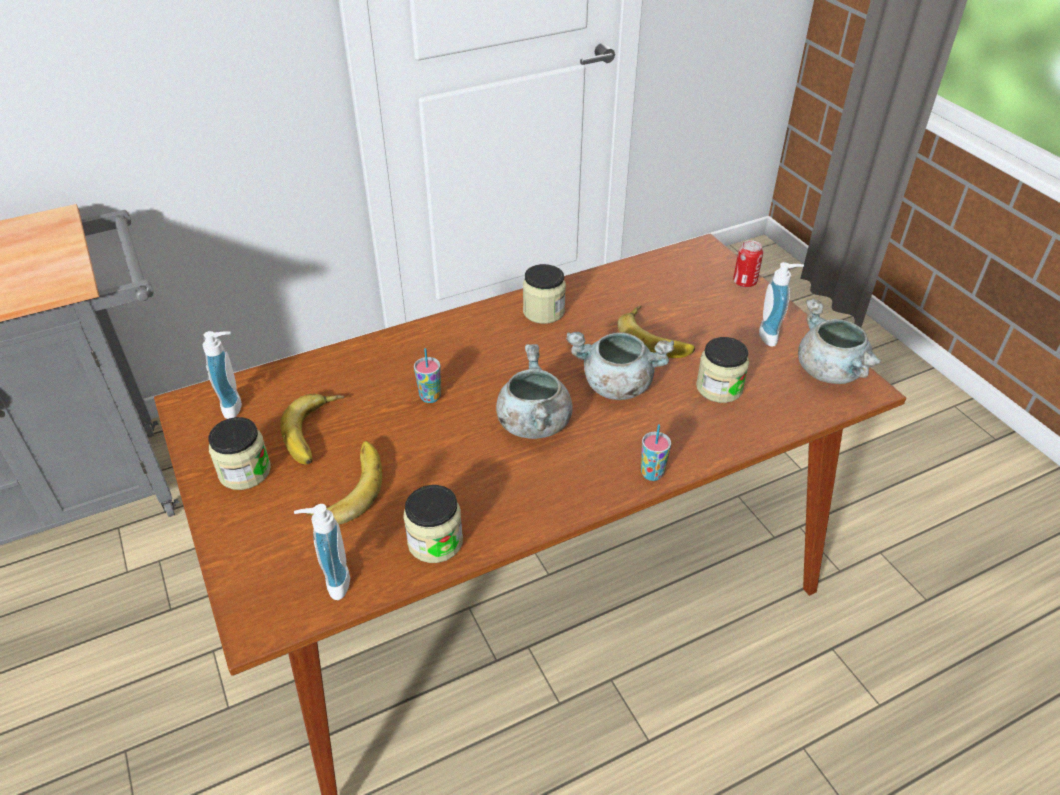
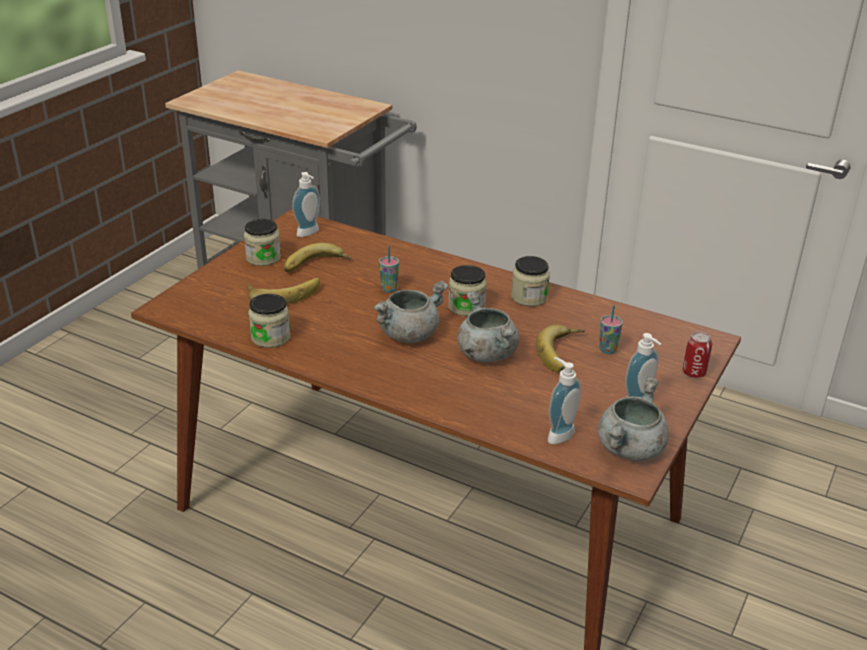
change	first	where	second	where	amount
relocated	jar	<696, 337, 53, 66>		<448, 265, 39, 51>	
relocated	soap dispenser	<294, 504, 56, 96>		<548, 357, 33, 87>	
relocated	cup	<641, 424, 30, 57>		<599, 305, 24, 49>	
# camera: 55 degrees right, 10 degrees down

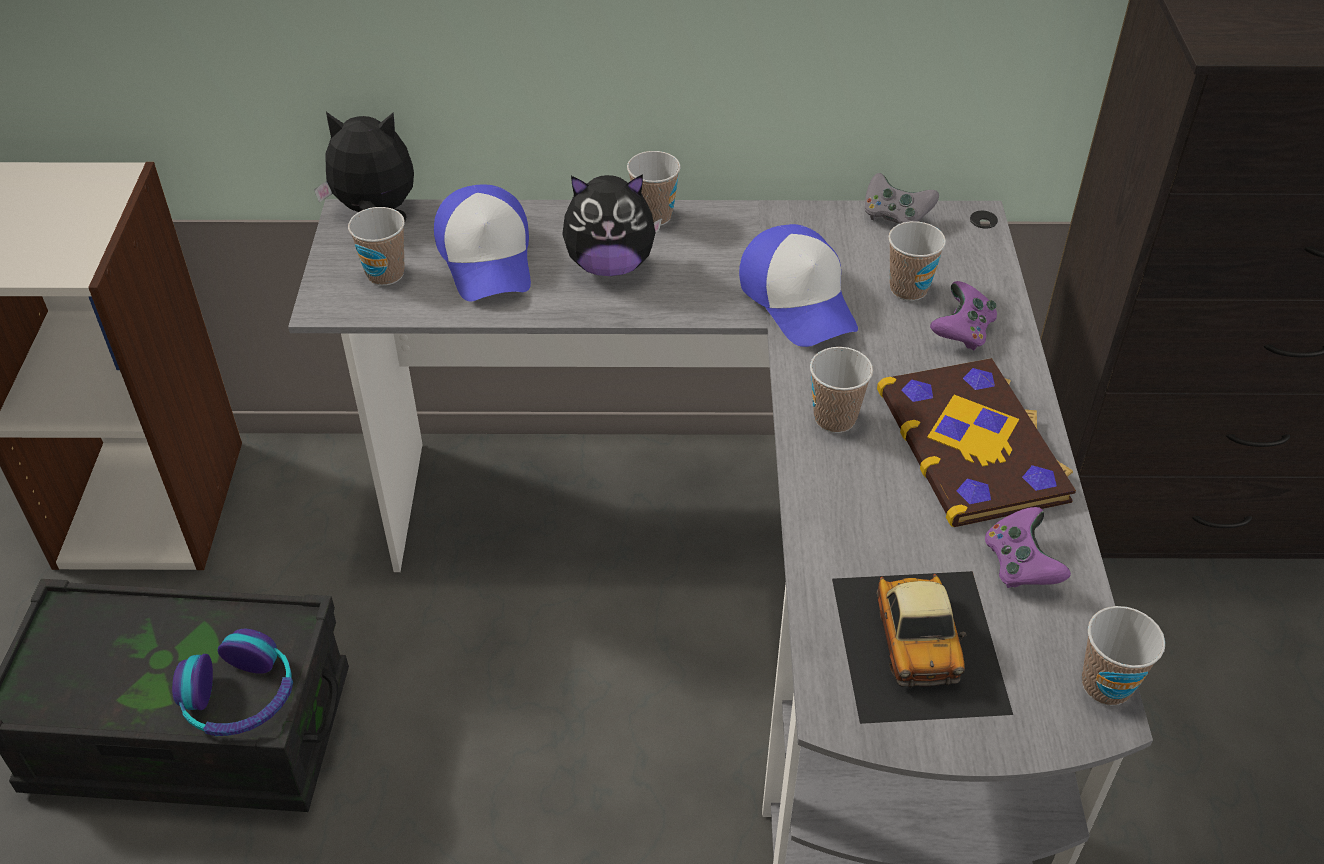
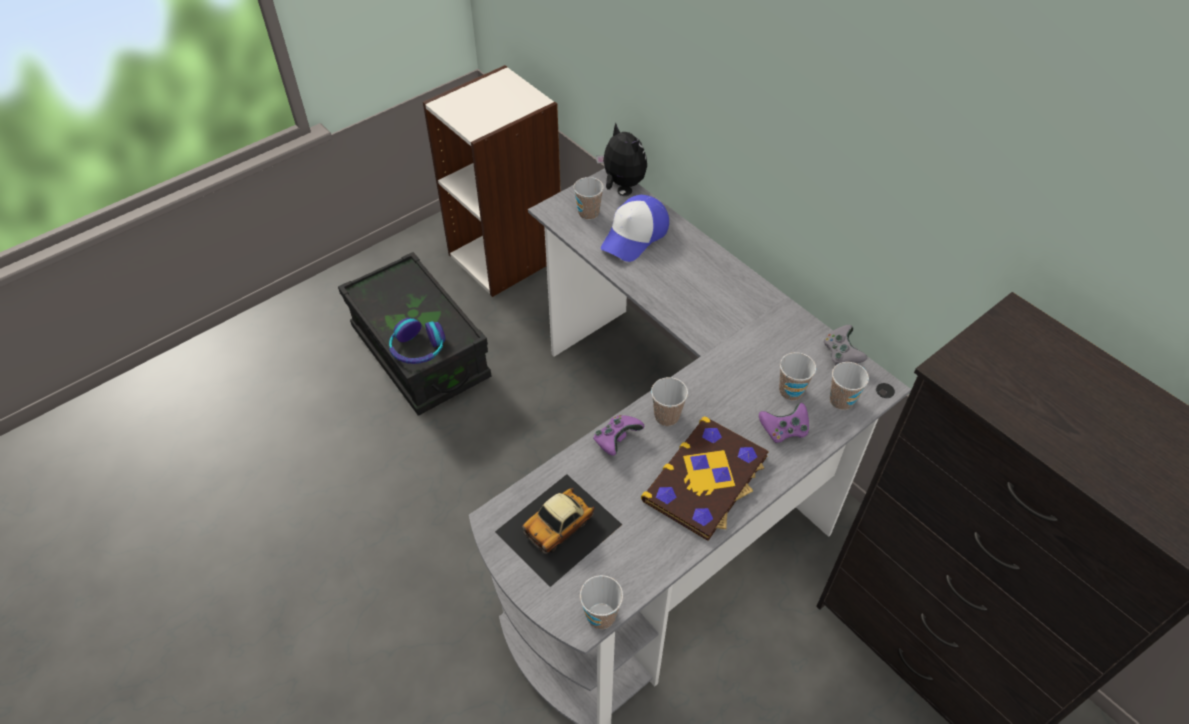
change	first	where	second	where	amount
relocated	game controller in purple	<985, 507, 86, 81>		<593, 415, 51, 41>	
relocated	cup	<627, 151, 54, 75>		<830, 362, 39, 48>	
missing	plush toy	<562, 174, 100, 102>			
missing	cap	<739, 224, 119, 123>			
# camera: 50 degrees right, 5 degrees up

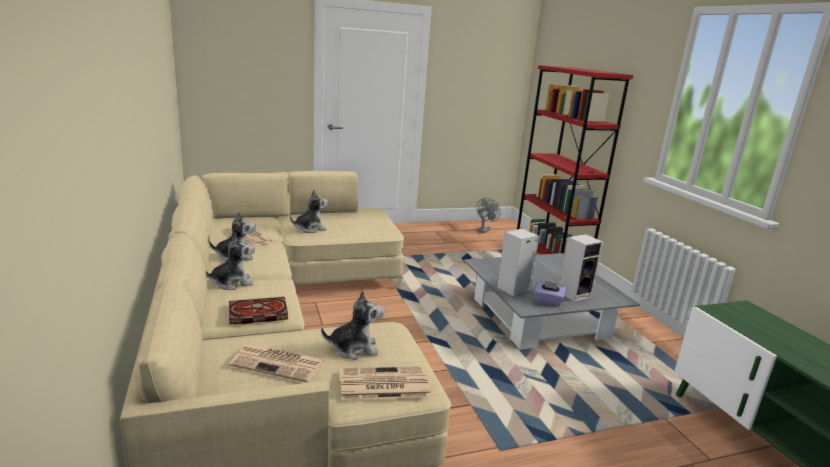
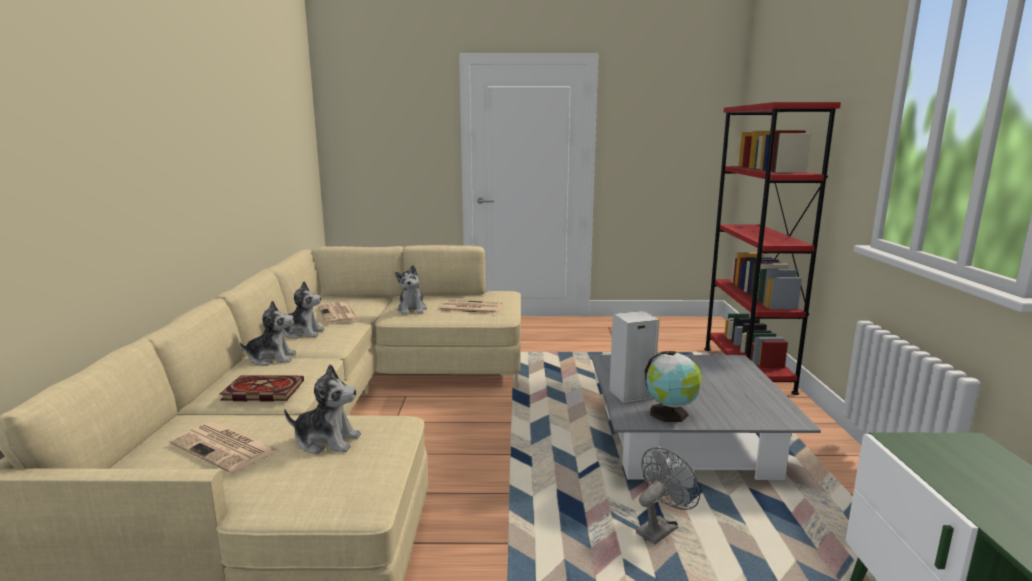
change	first	where	second	where	amount
spun	plush toy	<290, 190, 38, 43>		<395, 265, 32, 50>	90 degrees clockwise
relocated	newspaper	<341, 366, 89, 34>		<439, 300, 63, 14>	
relocated	fan in grey	<476, 198, 25, 35>		<636, 447, 64, 97>	
exchanged	tissue box in purple	<534, 281, 33, 25>	globe	<645, 351, 57, 71>	
missing	speaker	<560, 234, 43, 68>			
# camera: 20 degrees right, 5 degrees down

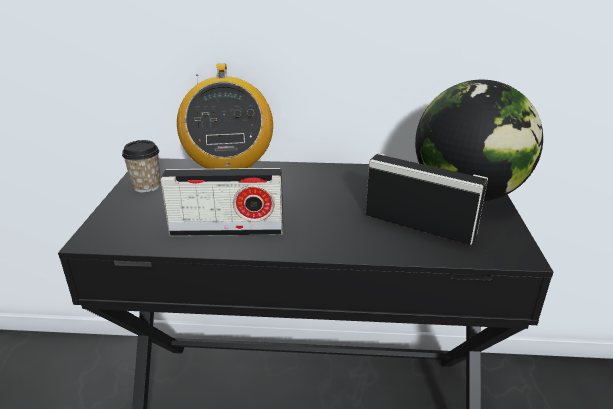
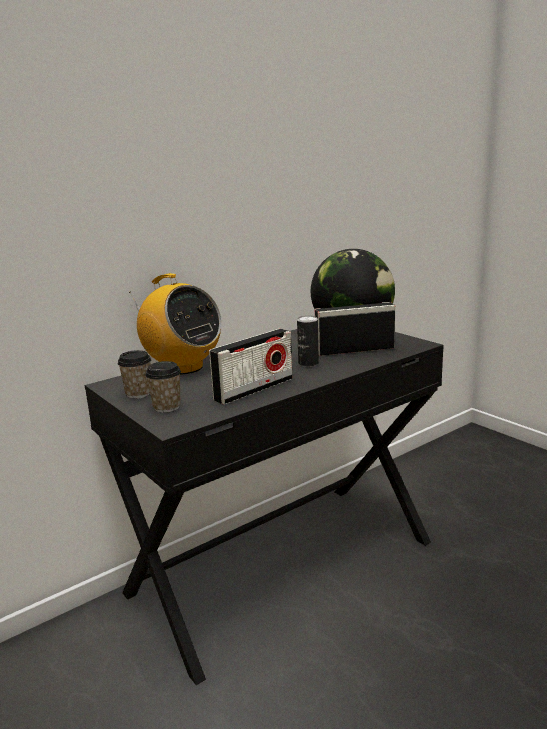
change	first	where	second	where	amount
appeared			cup	<145, 361, 36, 52>	
appeared			can	<297, 315, 22, 52>	
# camera: 40 degrees left, 10 degrees down

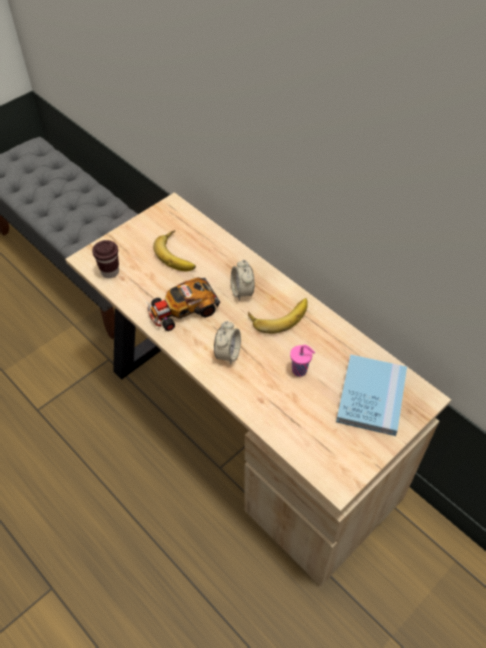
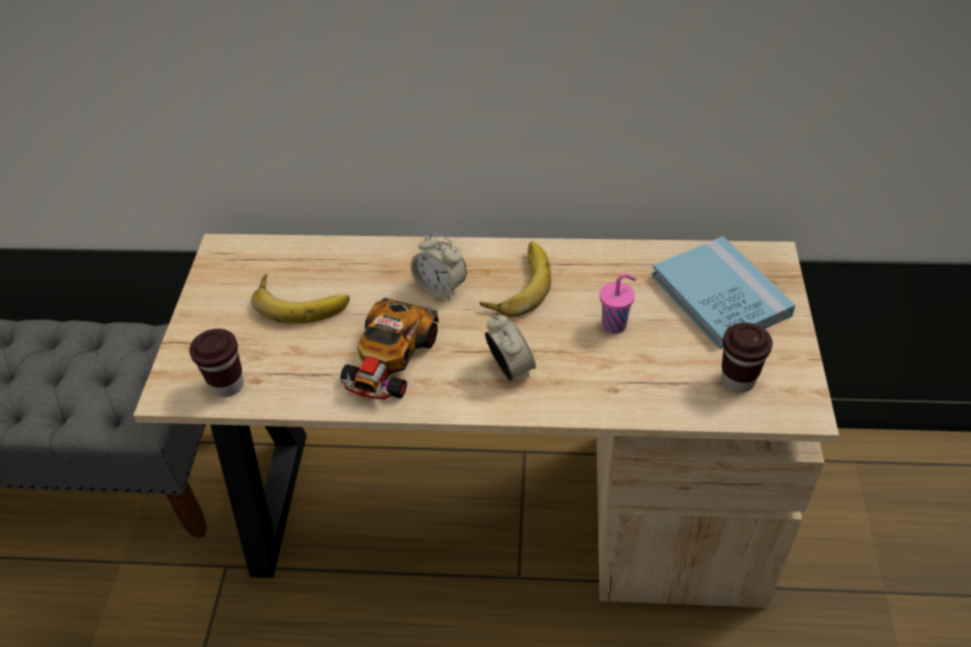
change	first	where	second	where	amount
appeared			cup in brown	<721, 323, 52, 70>	
# camera: 40 degrees left, 5 degrees down

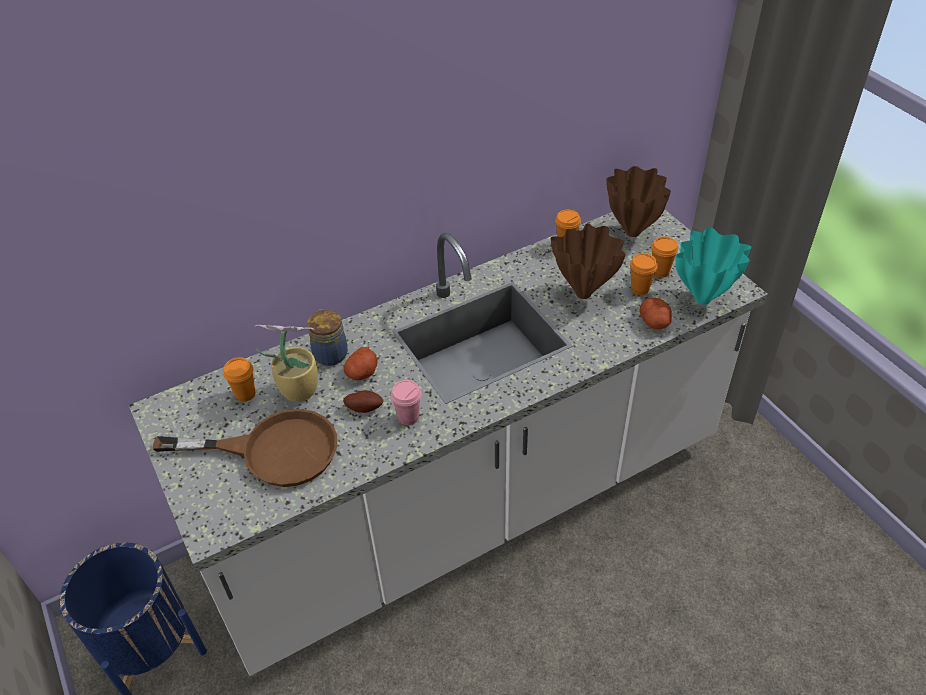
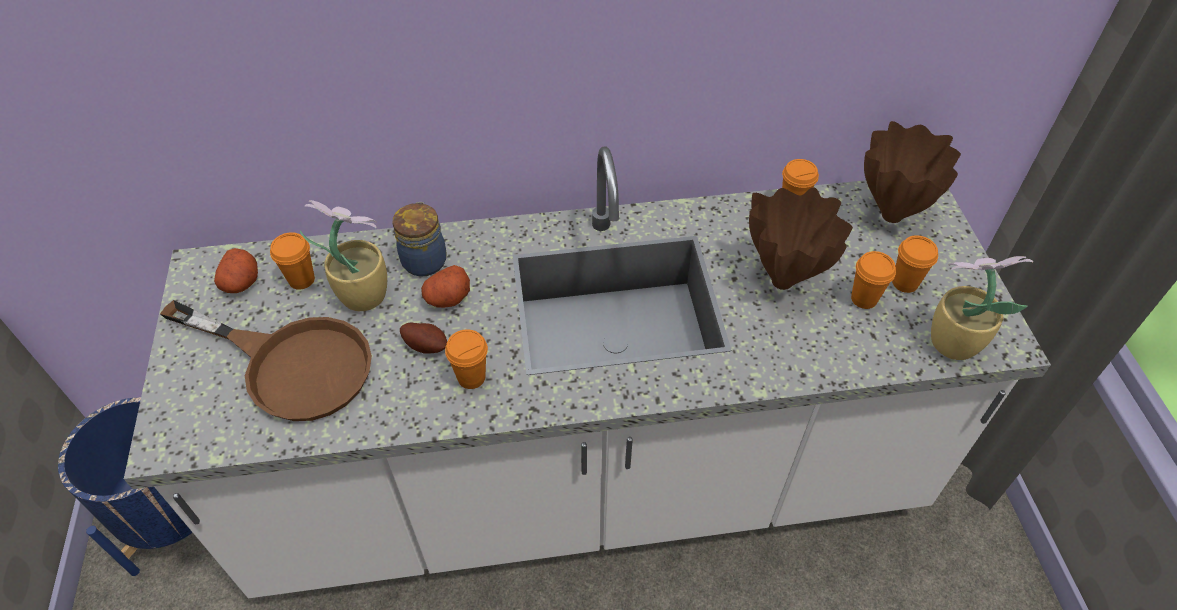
change	first	where	second	where	amount
relocated	potato	<640, 298, 32, 32>		<214, 248, 44, 45>	
colour	cup in pink	<391, 380, 31, 45>	cup in orange	<445, 329, 43, 60>	
exchanged	vase in turquoise	<675, 227, 76, 78>	potted plant	<931, 256, 102, 104>	
# camera: 20 degrees right, 5 degrees up

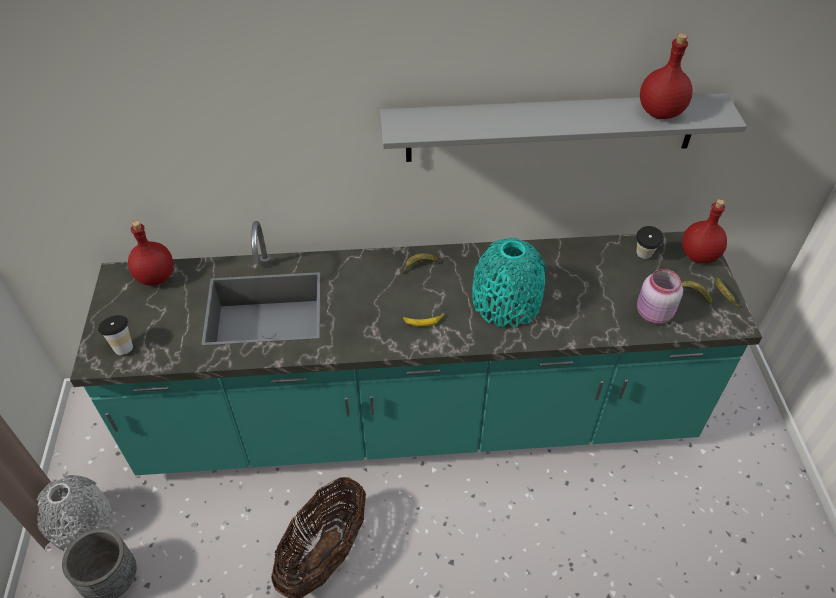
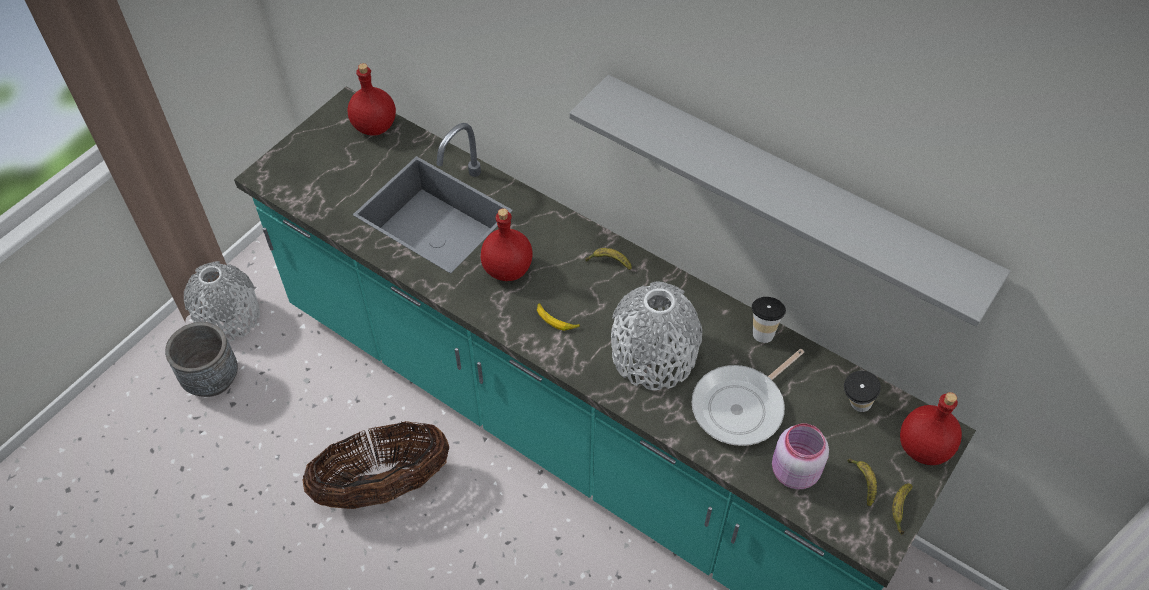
change	first	where	second	where	amount
relocated	bottle in red	<640, 33, 53, 86>		<481, 208, 52, 73>	
colour	vase in turquoise	<472, 238, 75, 89>	vase in grey	<611, 281, 91, 109>	
appeared			frying pan	<692, 349, 112, 97>	
relocated	cup	<98, 315, 35, 40>		<752, 297, 34, 46>	
# camera: 40 degrees right, 5 degrees up

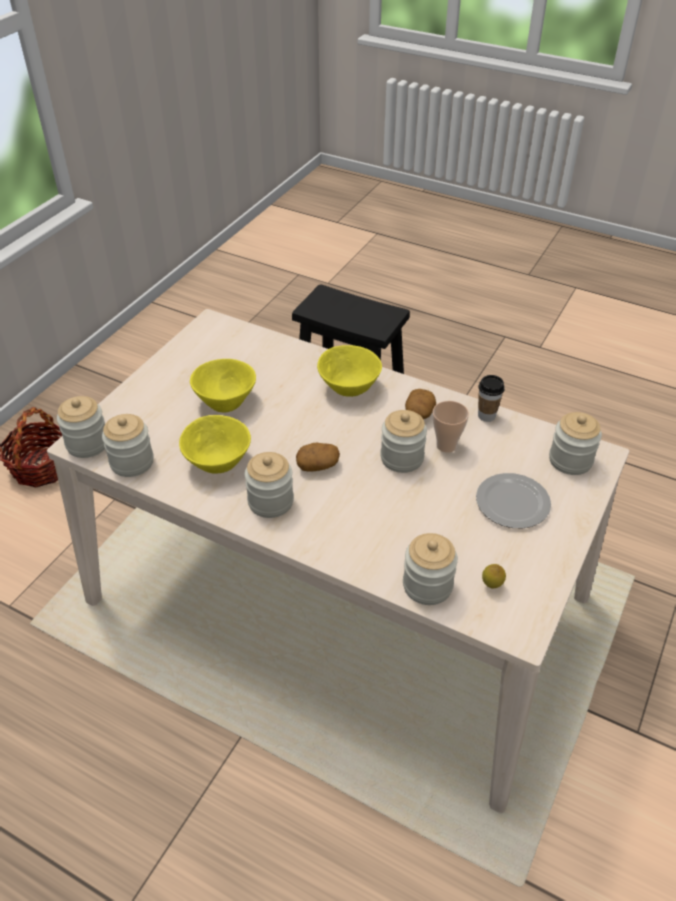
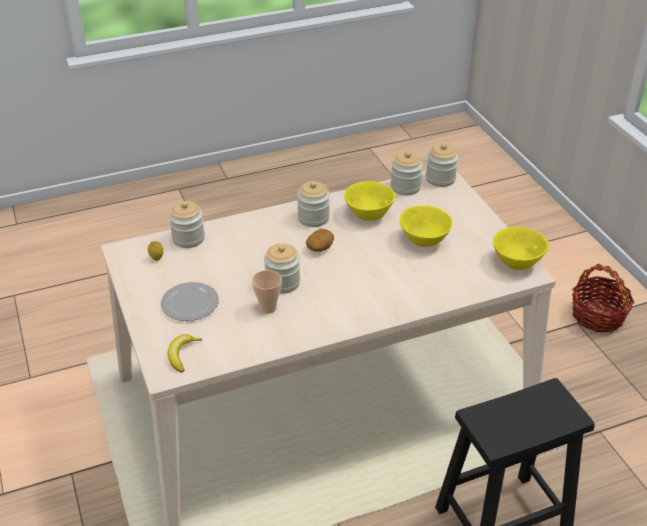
change	first	where	second	where	amount
exchanged	jar	<549, 412, 53, 63>	banana	<168, 334, 34, 38>	
relocated	bowl in yellow	<317, 345, 65, 52>		<493, 227, 56, 43>	
missing	potato	<405, 389, 31, 30>			
missing	cup	<478, 375, 27, 47>			
# camera: 130 degrees right, 5 degrees down

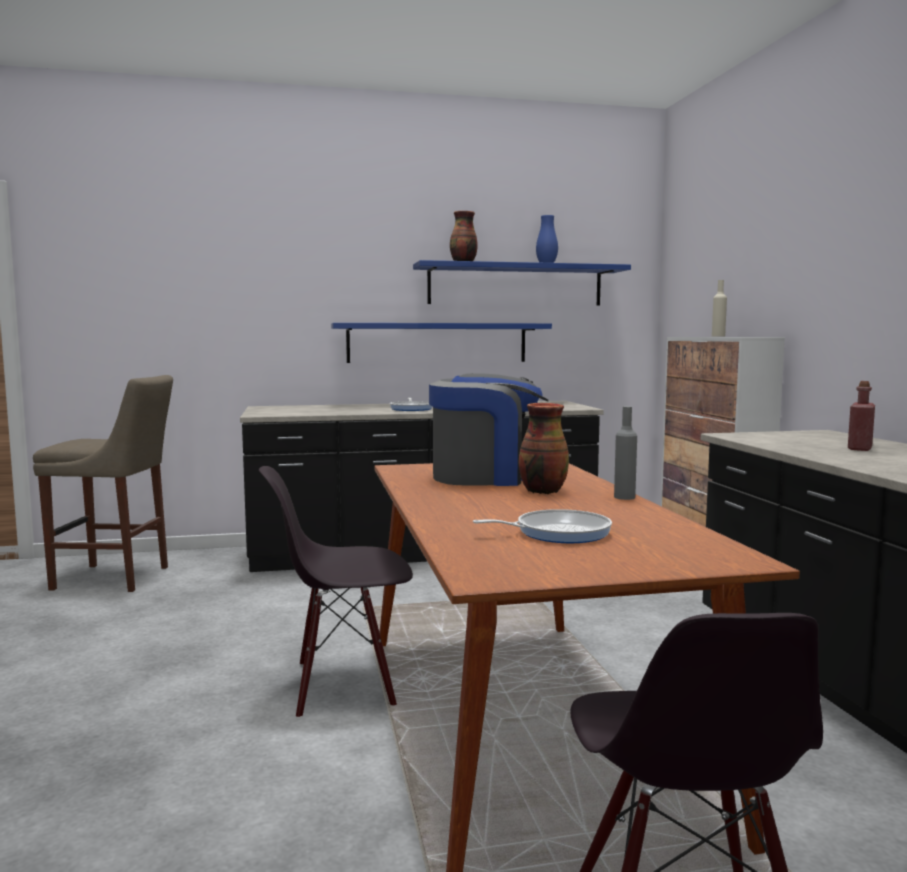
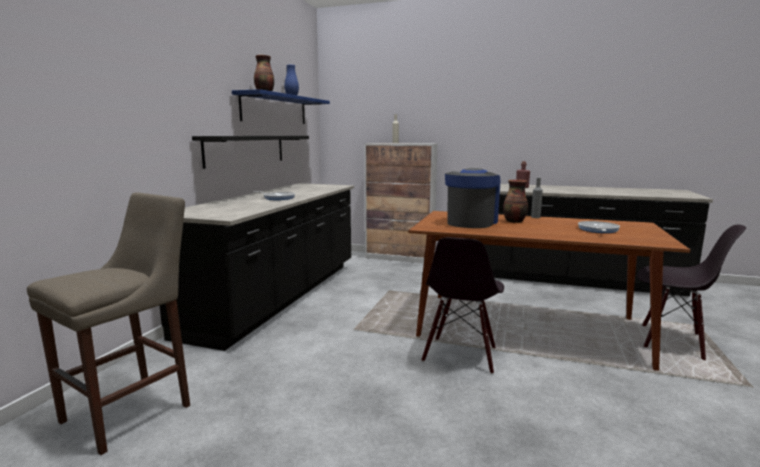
change	first	where	second	where	amount
colour	shelf in blue	<331, 323, 221, 40>	shelf in black	<192, 136, 117, 33>	
# camera: 60 degrees left, 5 degrees up

